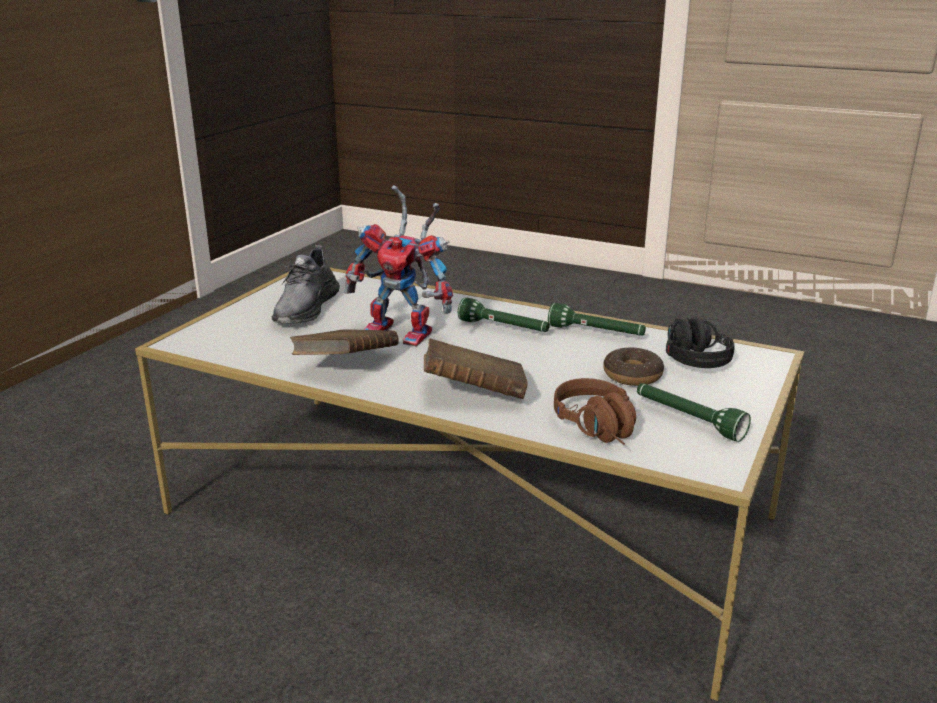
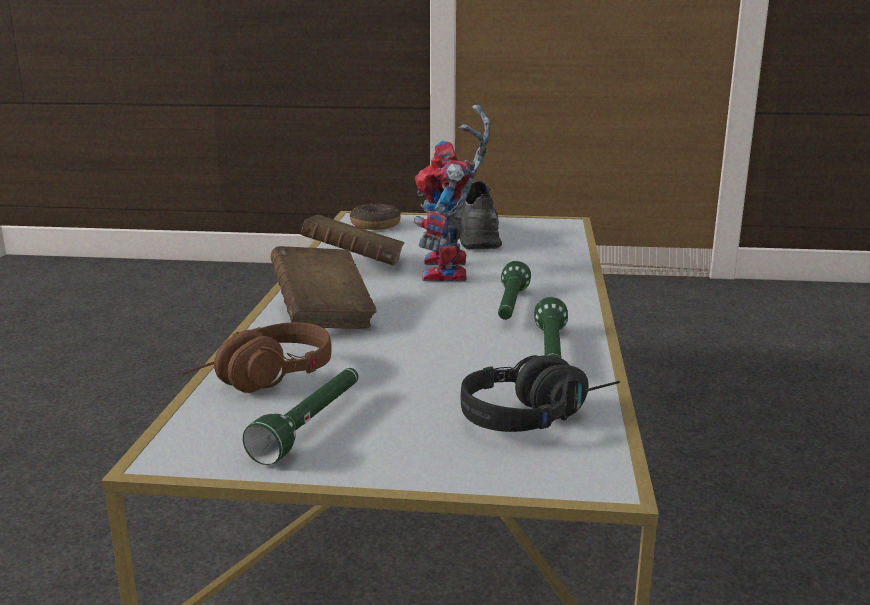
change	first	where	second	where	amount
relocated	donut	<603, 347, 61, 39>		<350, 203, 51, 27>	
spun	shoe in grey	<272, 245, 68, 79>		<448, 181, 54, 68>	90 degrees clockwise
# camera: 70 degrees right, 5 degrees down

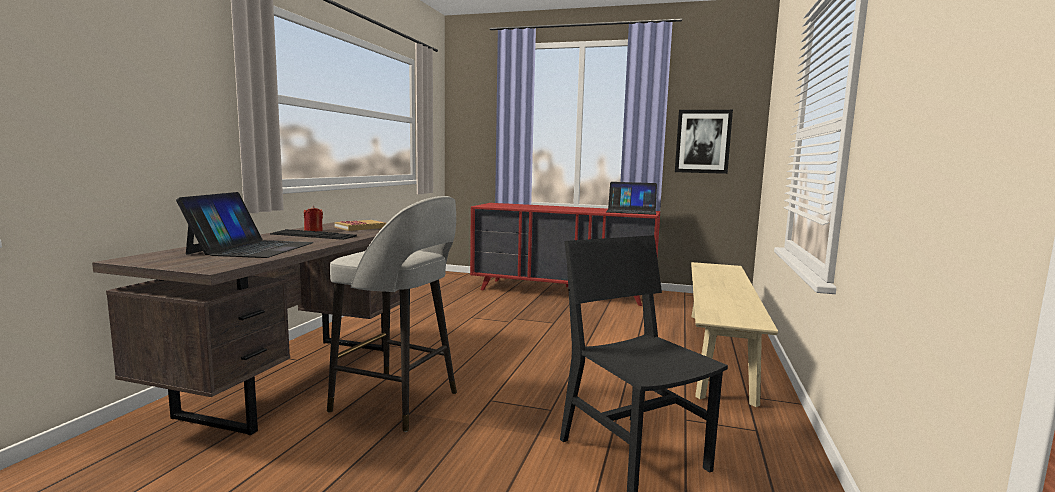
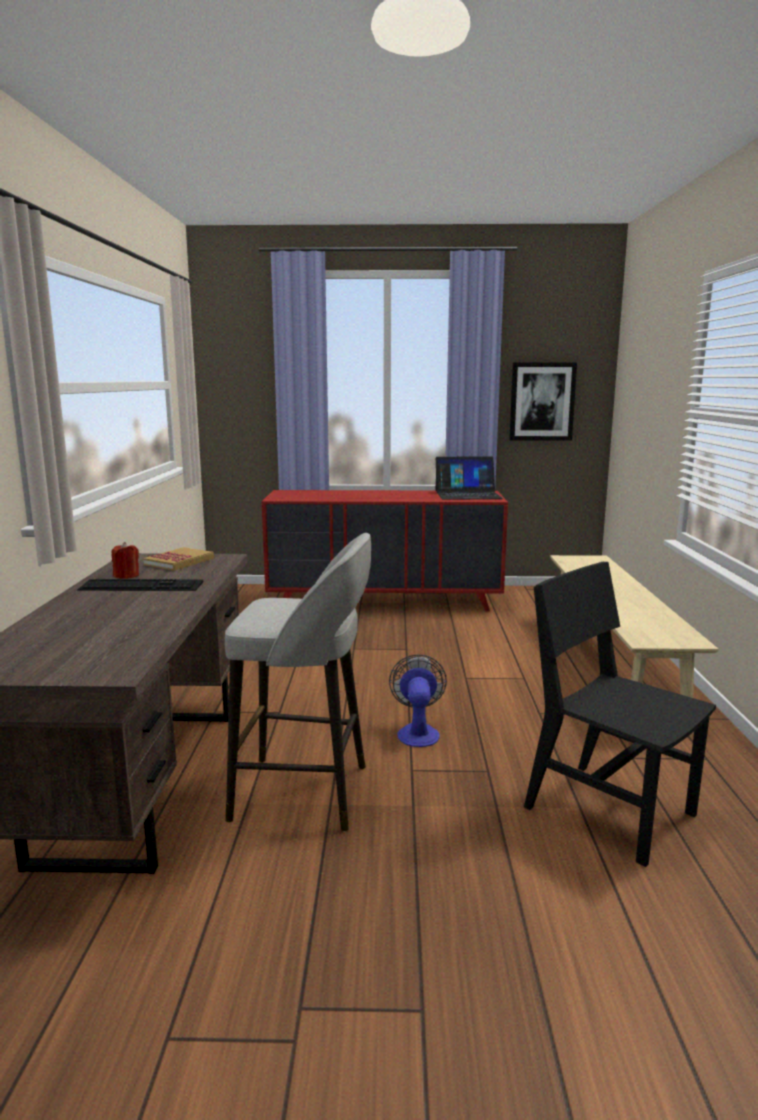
change	first	where	second	where	amount
appeared			fan	<389, 654, 58, 93>	
missing	laptop	<176, 192, 138, 66>			
# camera: 15 degrees left, 5 degrees up

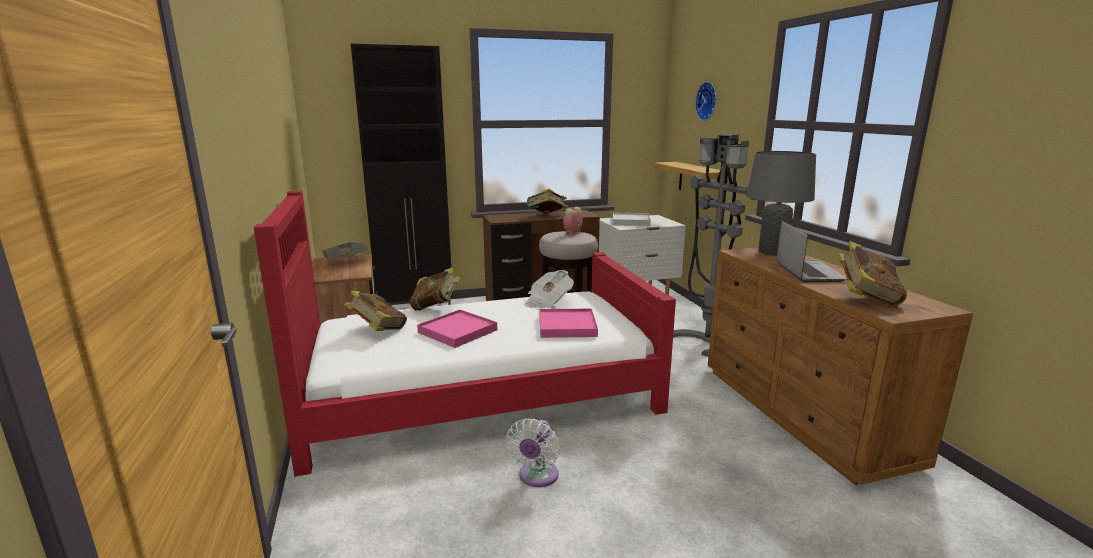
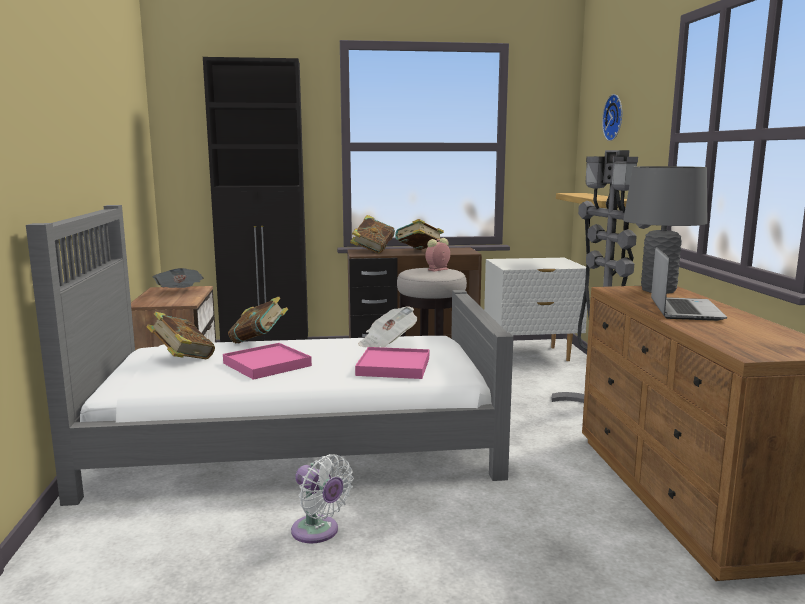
change	first	where	second	where	amount
colour	bed in red	<254, 191, 422, 286>	bed in grey	<26, 205, 487, 301>	
spun	fan in white	<506, 418, 54, 69>		<291, 454, 63, 89>	75 degrees counterclockwise
relocated	book	<837, 241, 70, 65>		<350, 215, 45, 39>	
missing	tray in white	<613, 213, 38, 13>			
# camera: 10 degrees right, 5 degrees down

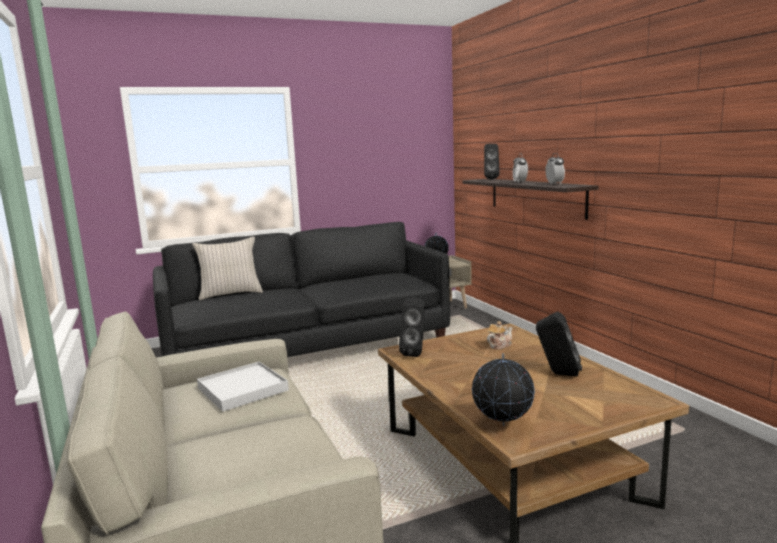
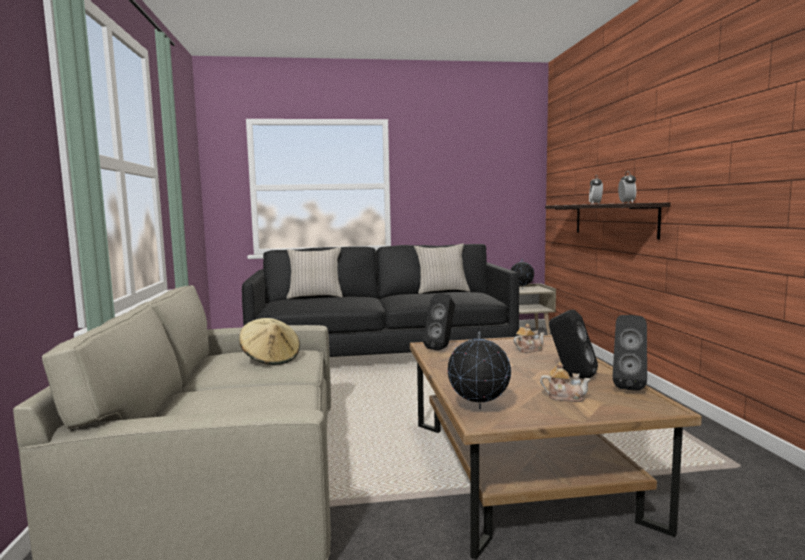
change	first	where	second	where	amount
exchanged	tray in white	<197, 362, 92, 50>	hat in beige	<239, 318, 61, 47>	
appeared			pillow in beige	<414, 243, 56, 51>	
appeared			teapot	<540, 362, 51, 40>	
relocated	speaker in black	<484, 144, 16, 36>		<613, 315, 34, 76>	
# camera: 15 degrees right, 5 degrees down

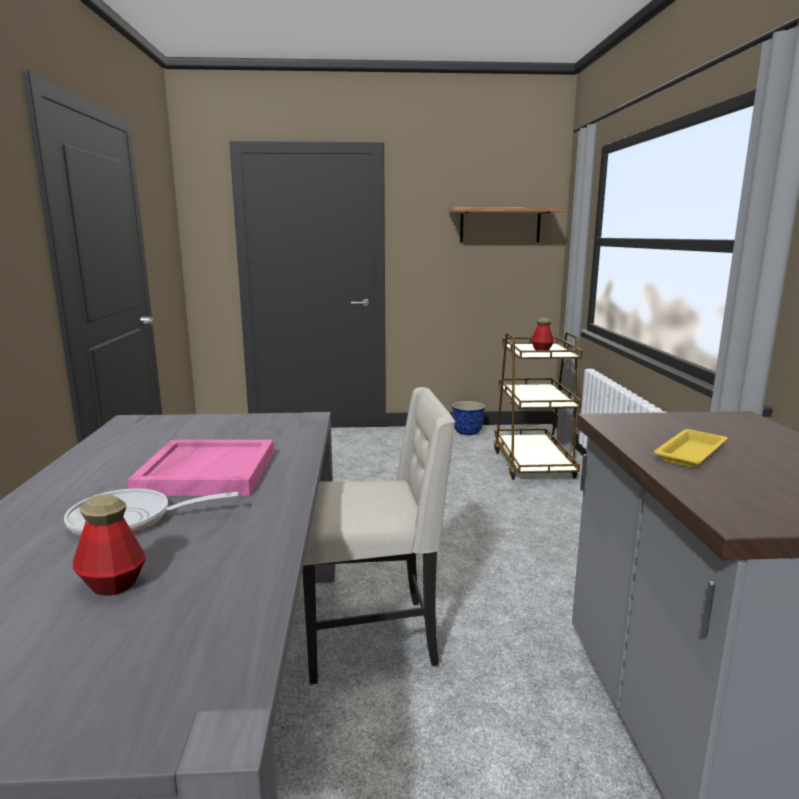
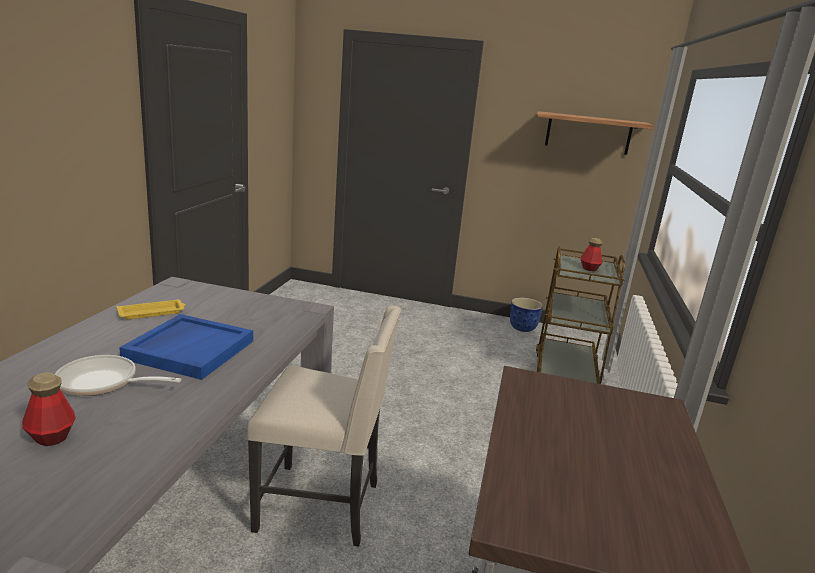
change	first	where	second	where	amount
relocated	tray in yellow	<654, 429, 74, 38>		<116, 300, 70, 19>	
colour	tray in pink	<127, 440, 147, 56>	tray in blue	<119, 314, 134, 66>	
# camera: 15 degrees right, 5 degrees up

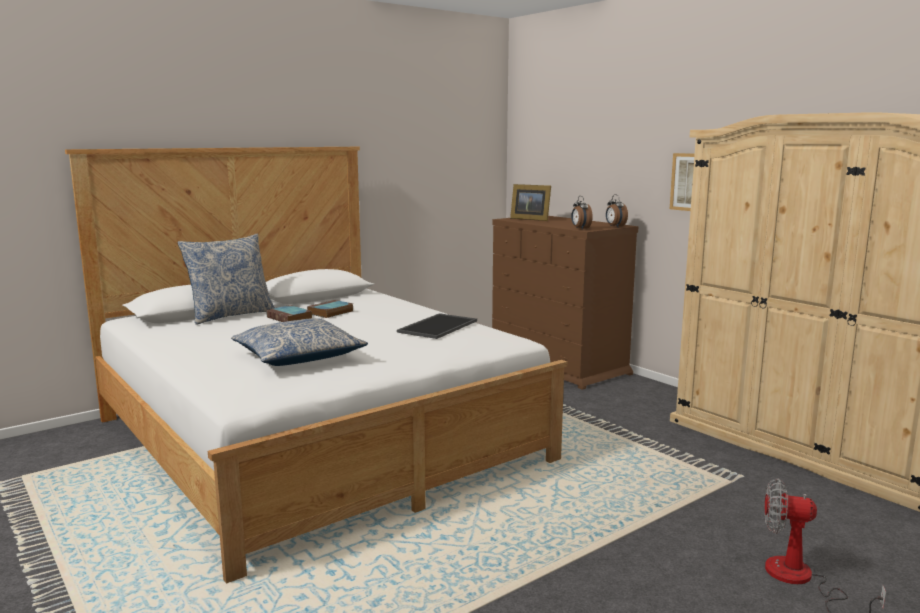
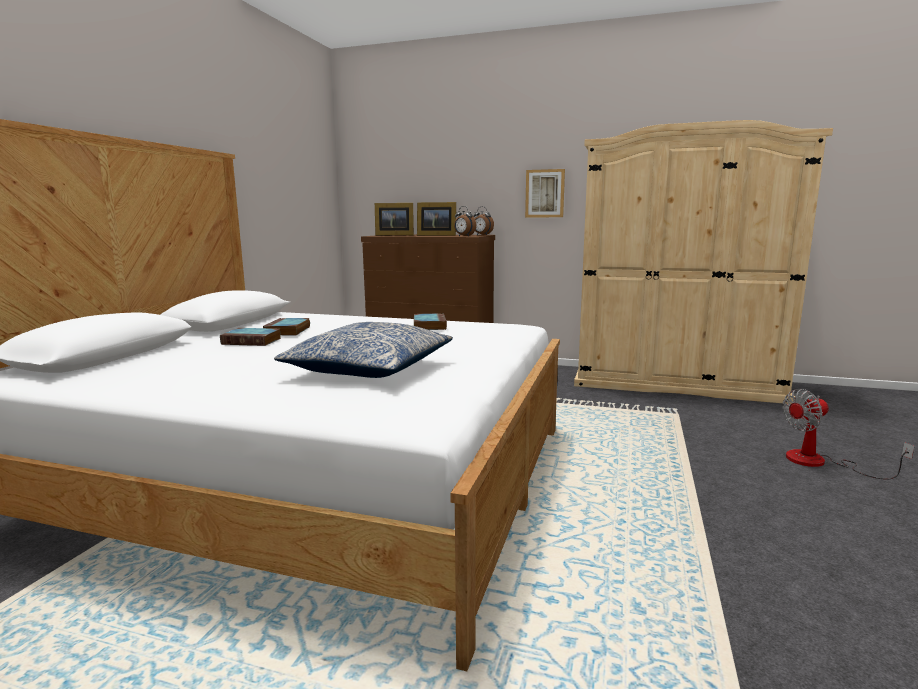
change	first	where	second	where	amount
exchanged	tray	<397, 313, 80, 26>	book	<414, 313, 33, 17>	
appeared			picture frame	<417, 202, 39, 34>	
missing	pillow	<178, 234, 97, 91>			
# camera: 35 degrees left, 0 degrees up

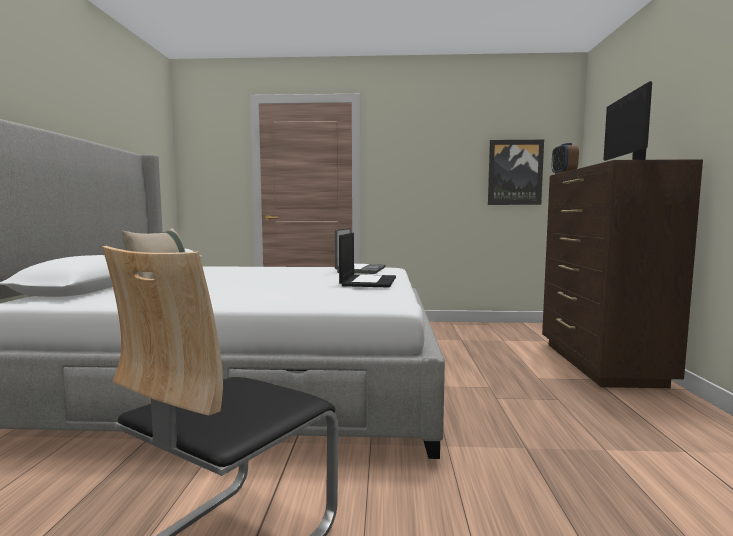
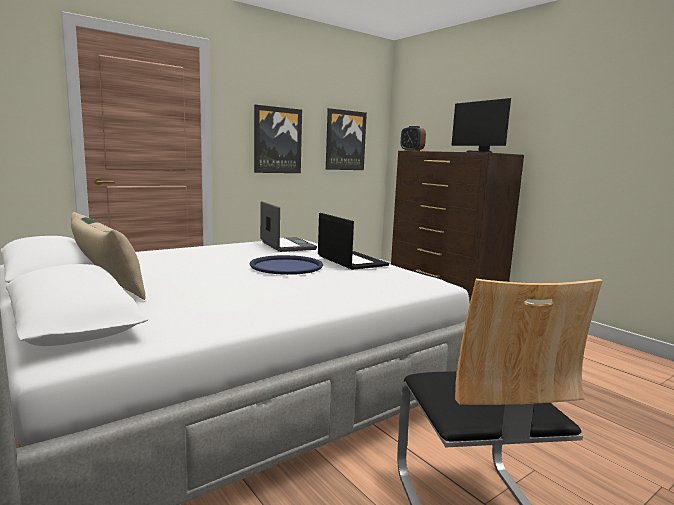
change	first	where	second	where	amount
appeared			tray in blue	<250, 255, 73, 20>	
appeared			picture	<254, 105, 48, 68>	
# camera: 40 degrees left, 5 degrees up

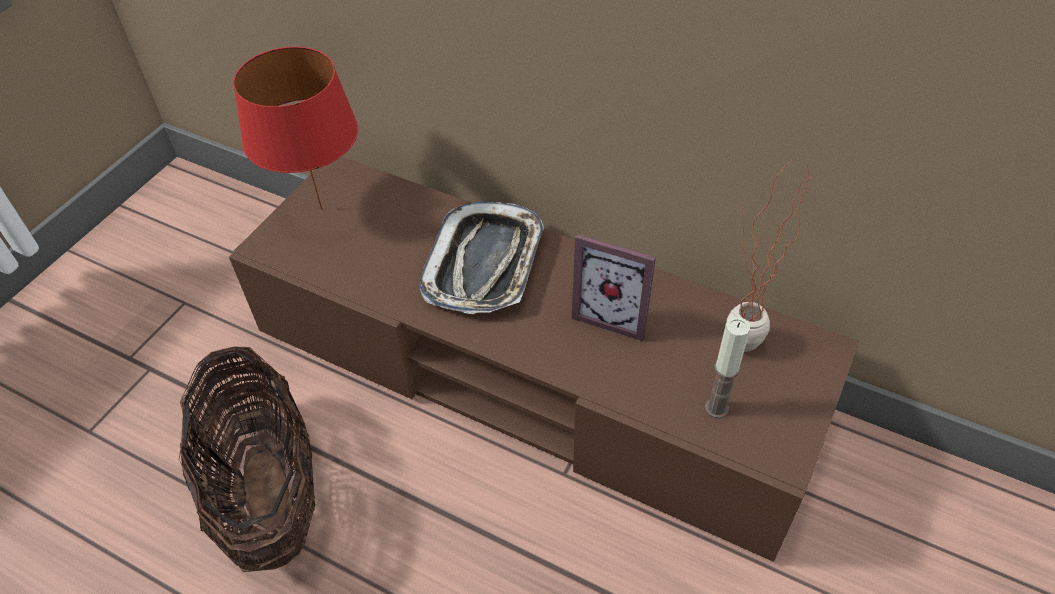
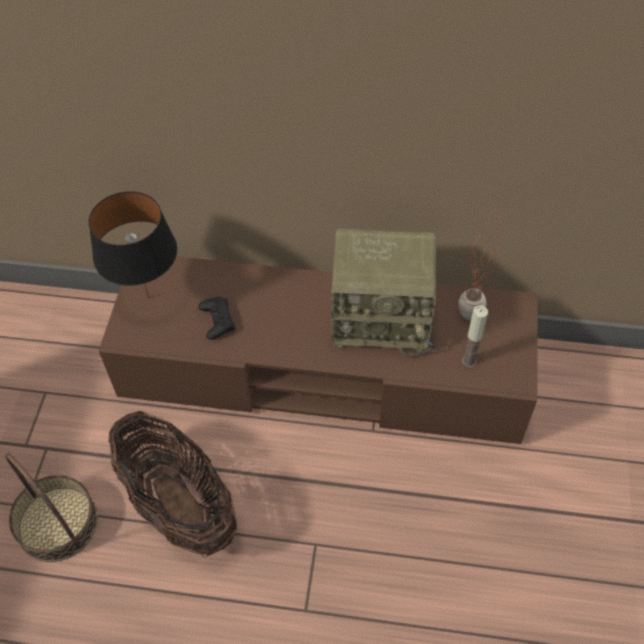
change	first	where	second	where	amount
appeared			basket	<5, 453, 93, 109>	
colour	table lamp in red	<233, 47, 126, 163>	table lamp in black	<89, 191, 88, 107>	
appeared			game controller in black	<198, 296, 37, 44>	
exchanged	picture frame	<572, 234, 84, 108>	radio	<331, 228, 106, 129>	
missing	tray	<419, 202, 125, 112>			
# camera: 20 degrees left, 5 degrees up

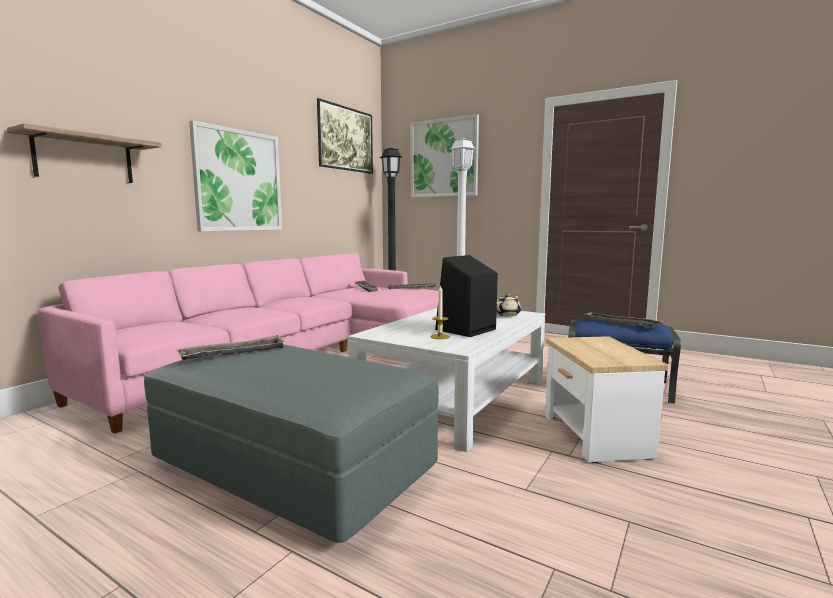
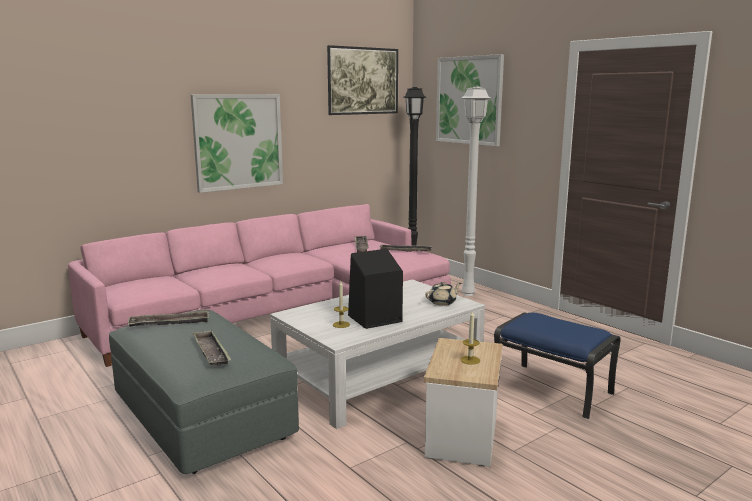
change	first	where	second	where	amount
relocated	tray	<586, 312, 75, 15>		<192, 330, 39, 36>	
appeared			candle	<460, 310, 20, 55>	
missing	shelf	<7, 123, 154, 60>			
# camera: 20 degrees right, 5 degrees up

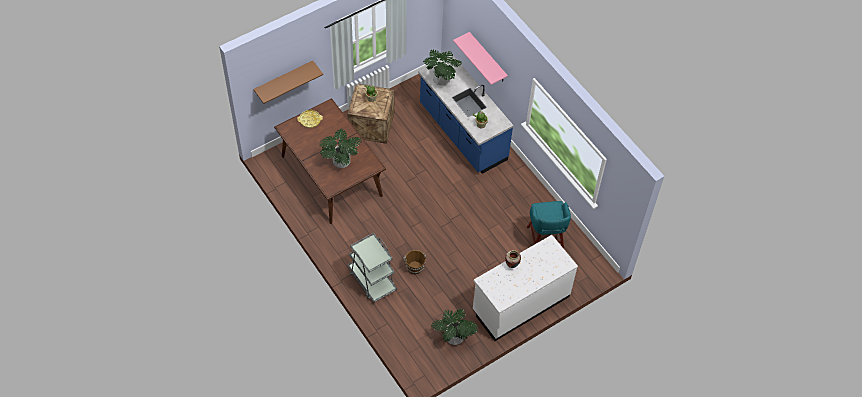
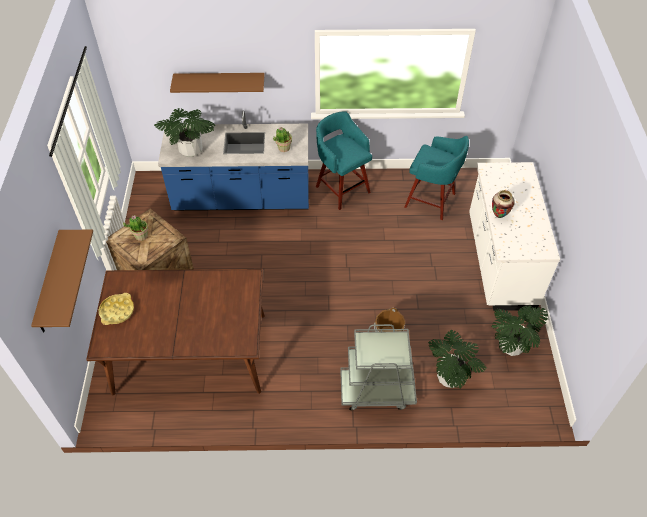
change	first	where	second	where	amount
colour	shelf in pink	<453, 32, 55, 53>	shelf in brown	<170, 73, 95, 20>	
appeared			stool in turquoise	<316, 111, 56, 99>	
relocated	potted plant	<319, 129, 43, 39>		<428, 330, 58, 59>	
# camera: 55 degrees left, 5 degrees down

